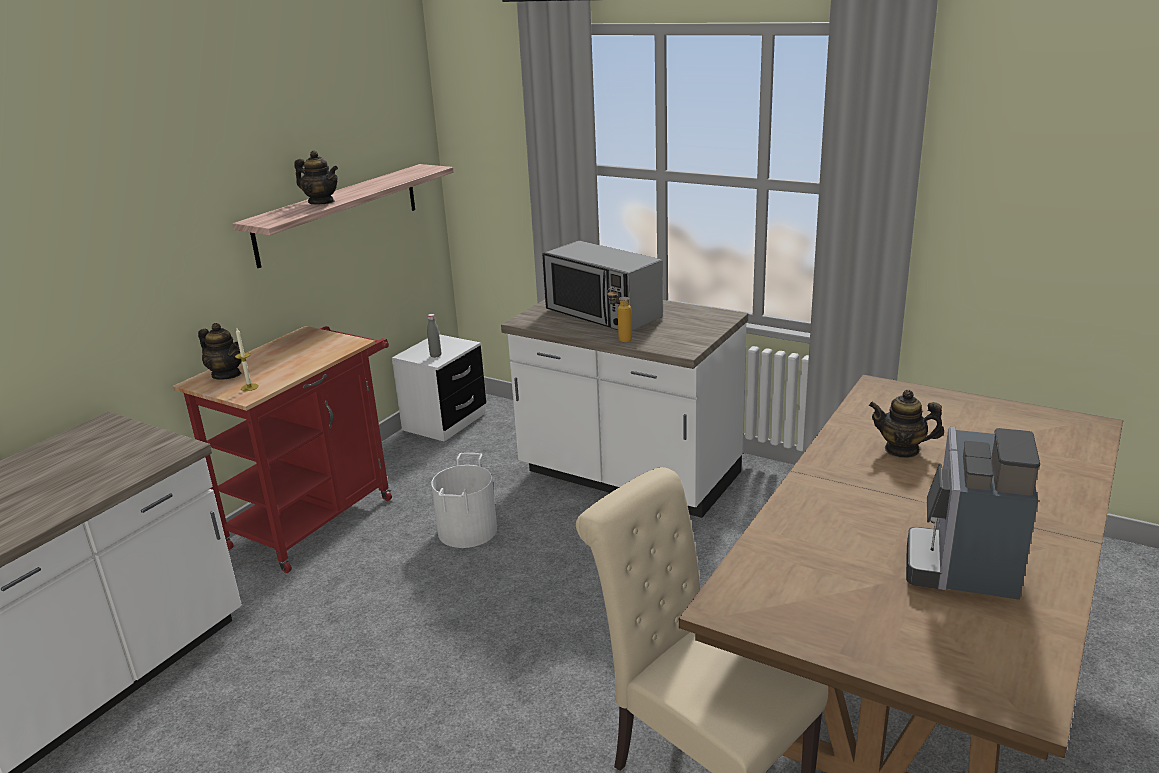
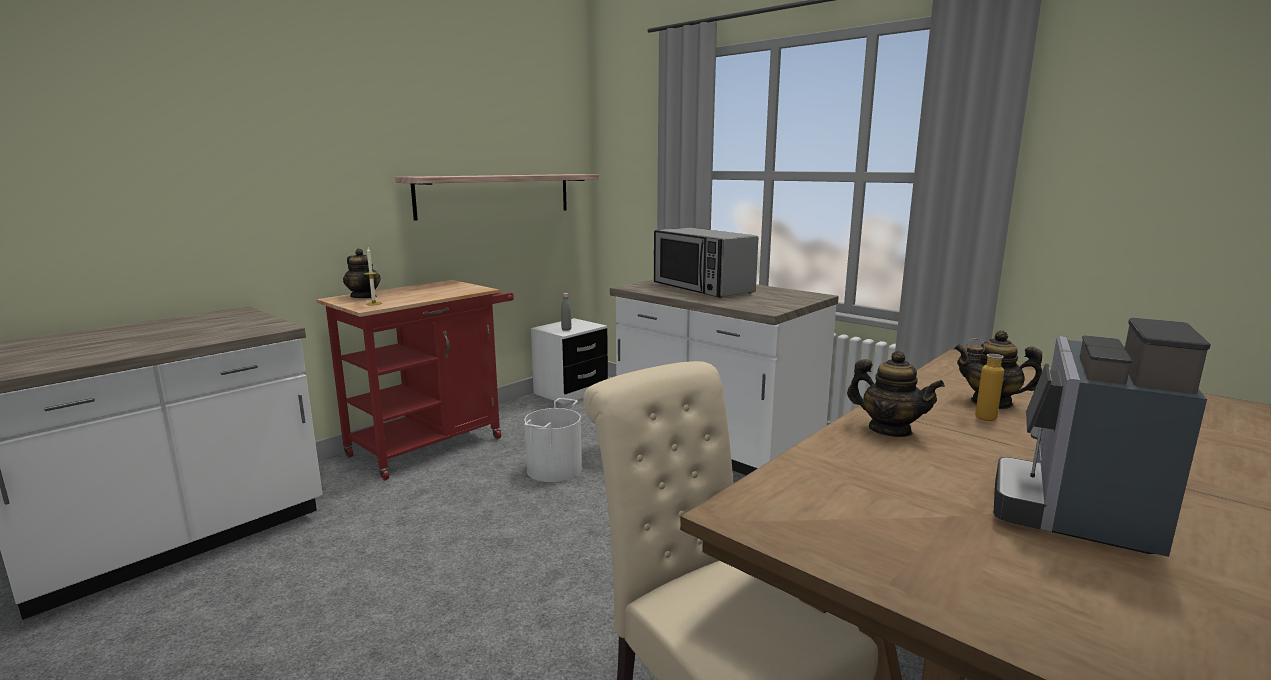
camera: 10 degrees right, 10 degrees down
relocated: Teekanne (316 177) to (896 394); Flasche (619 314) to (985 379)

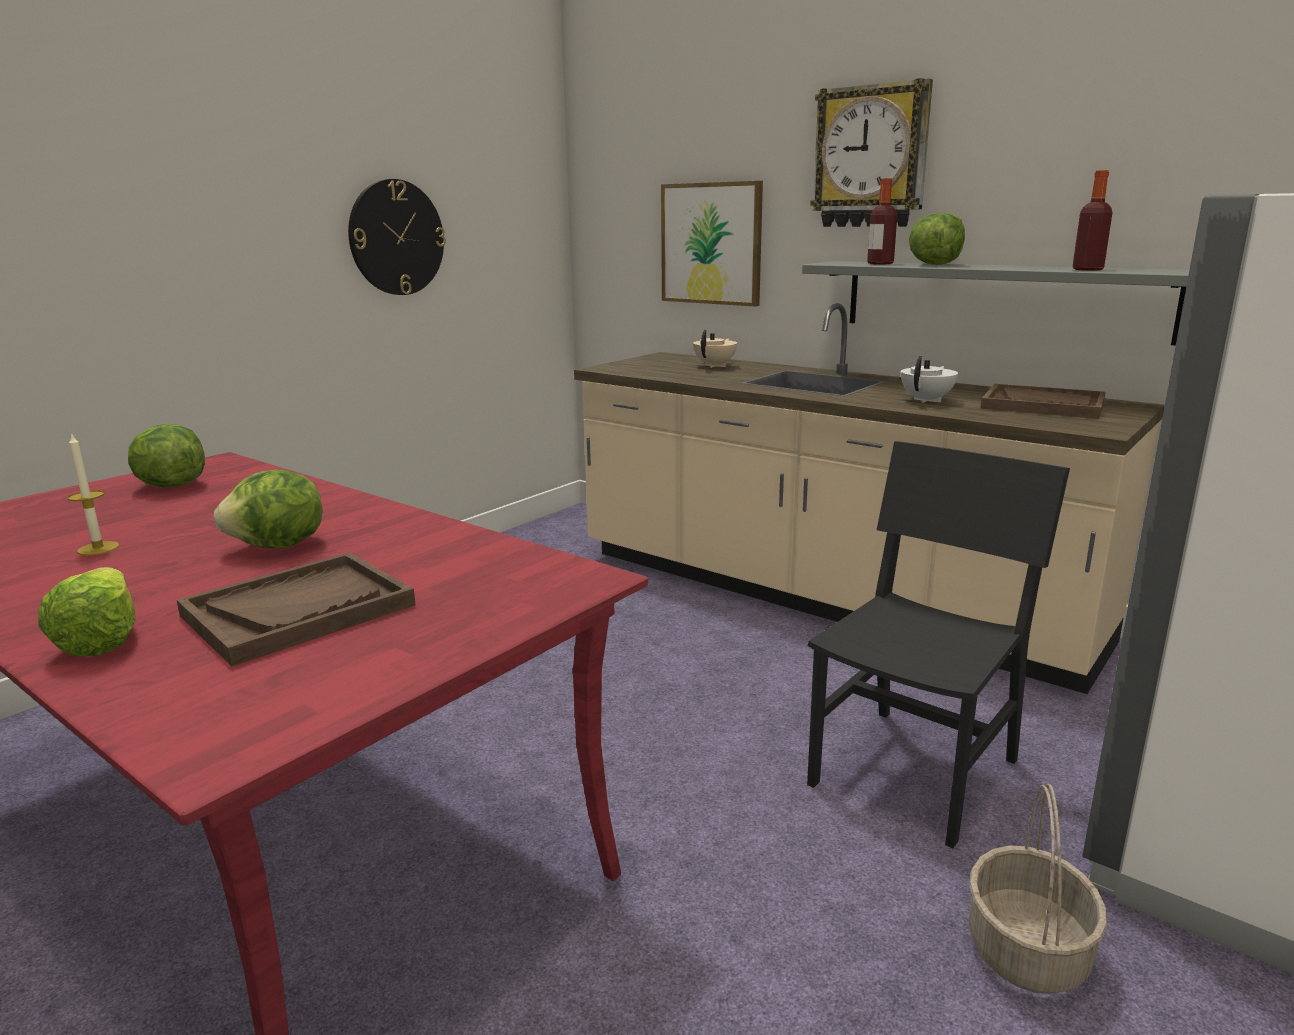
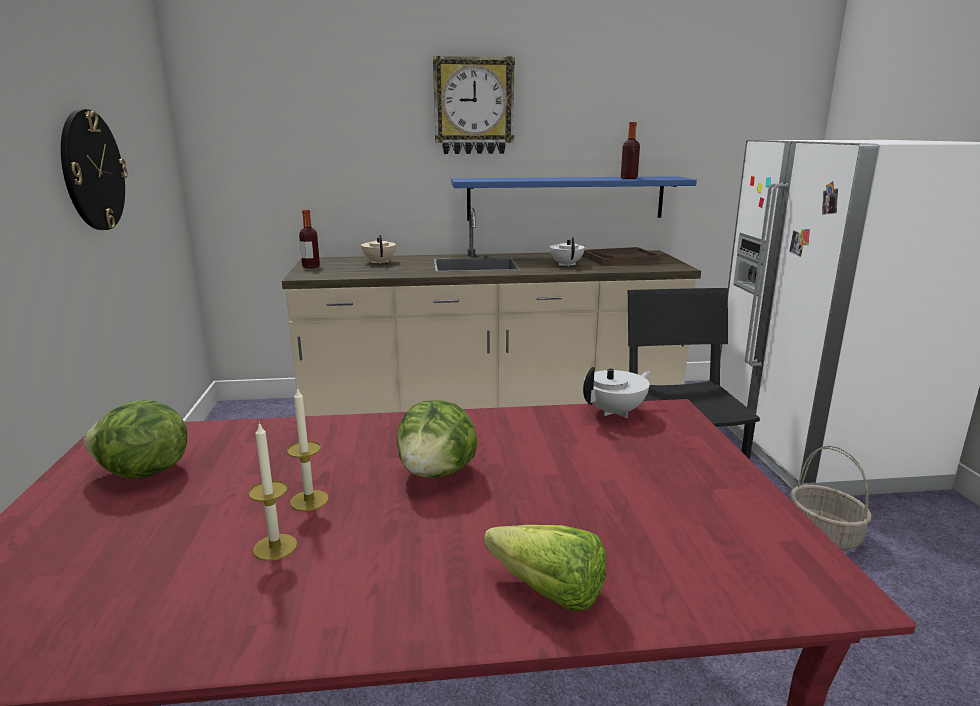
camera: 45 degrees left, 0 degrees up
missing: Tablett/braun (296 609); Bild (712 243); Salatkopf (937 238)
appeared: Kerze (308 449); Teekanne/weiß (617 392)
relocated: Flasche (882 221) to (309 238)
colour: Wandregal/grau (995 303) to Wandregal/blau (574 198)

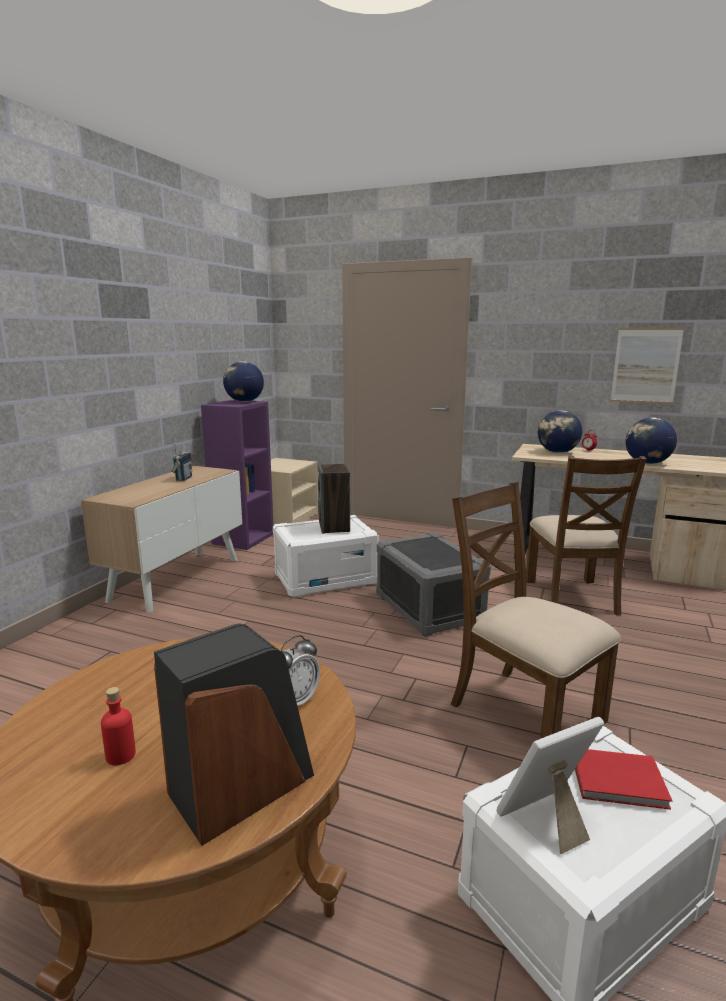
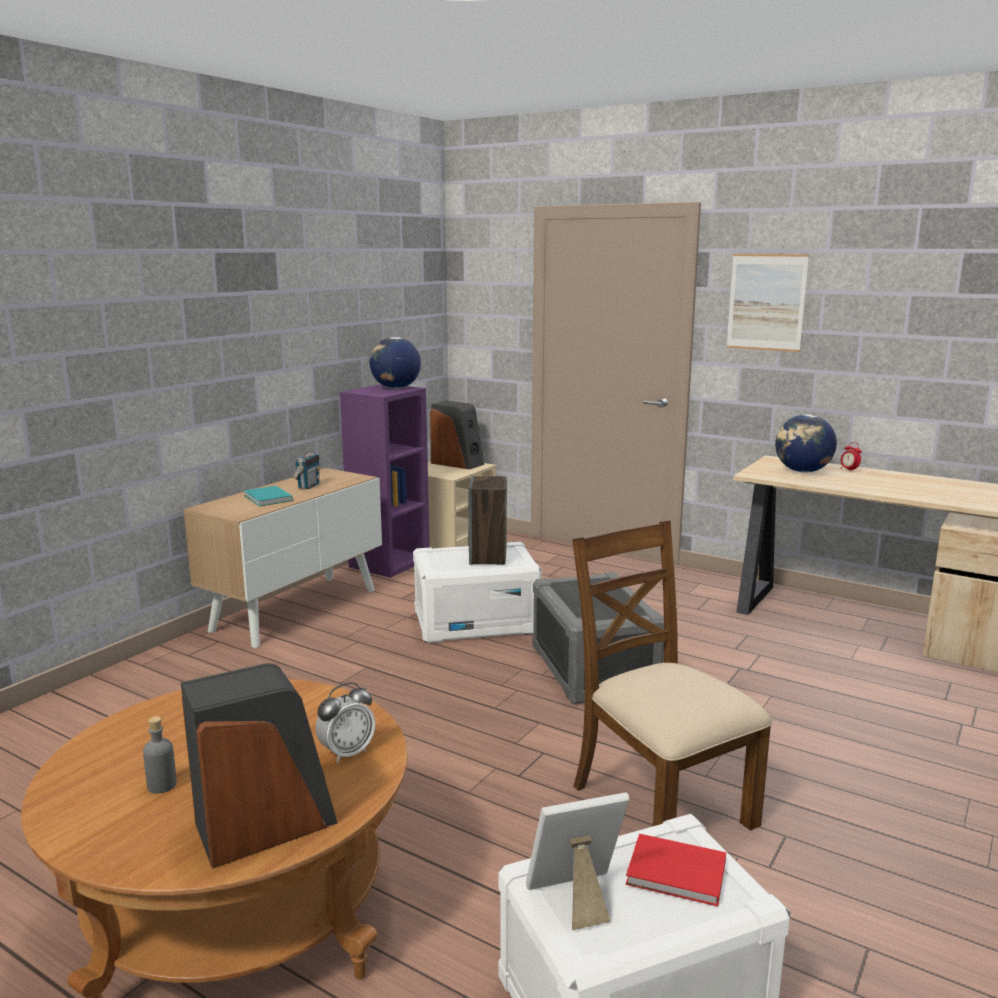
camera: 10 degrees right, 0 degrees up
missing: Stuhl/braun (586 536); Globus (651 440)
appeared: Buch/türkis (268 496); Lautsprecher (457 435)
relocated: Bild (647 366) to (767 303)
colour: Flasche/rot (118 726) to Flasche/grau (160 755)

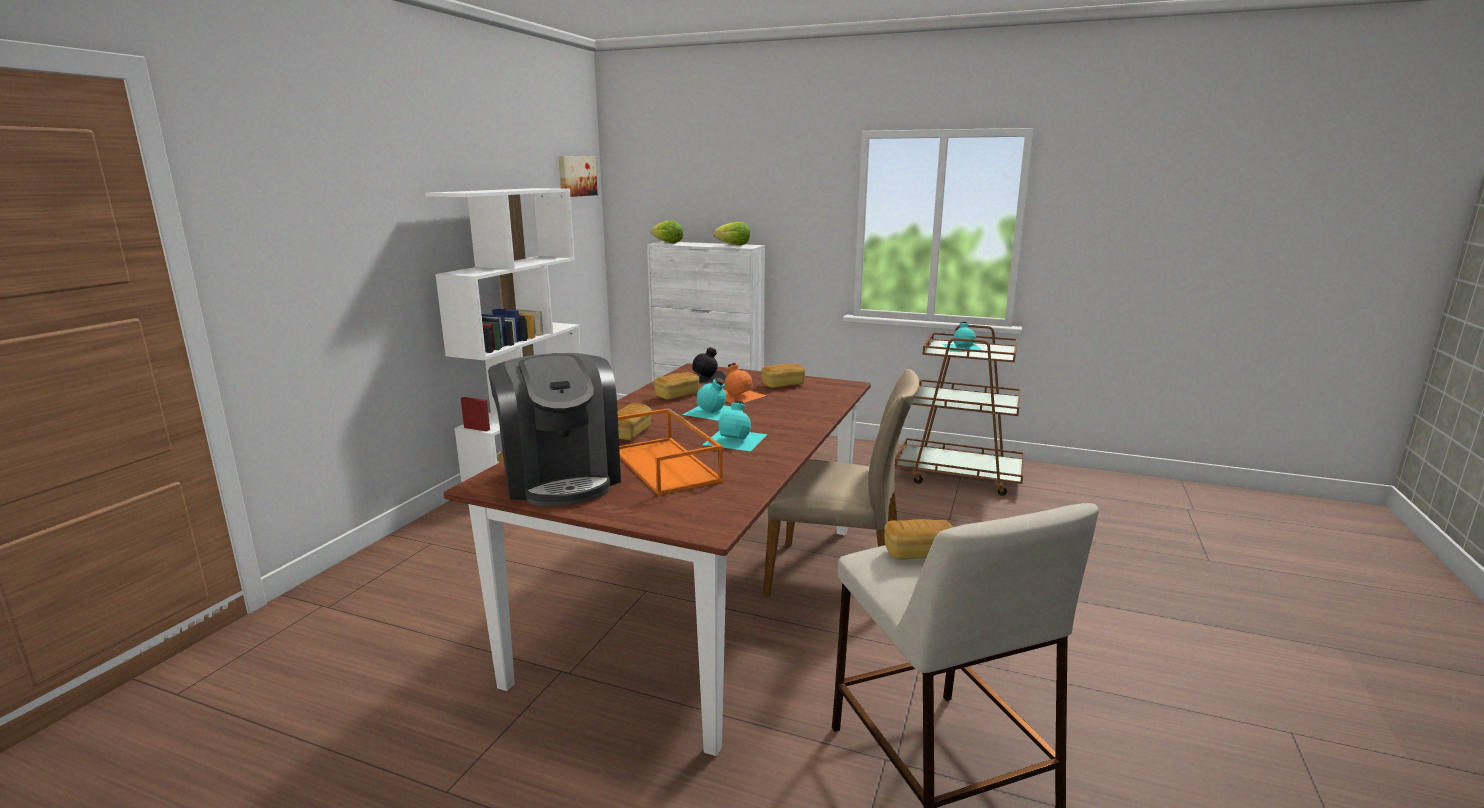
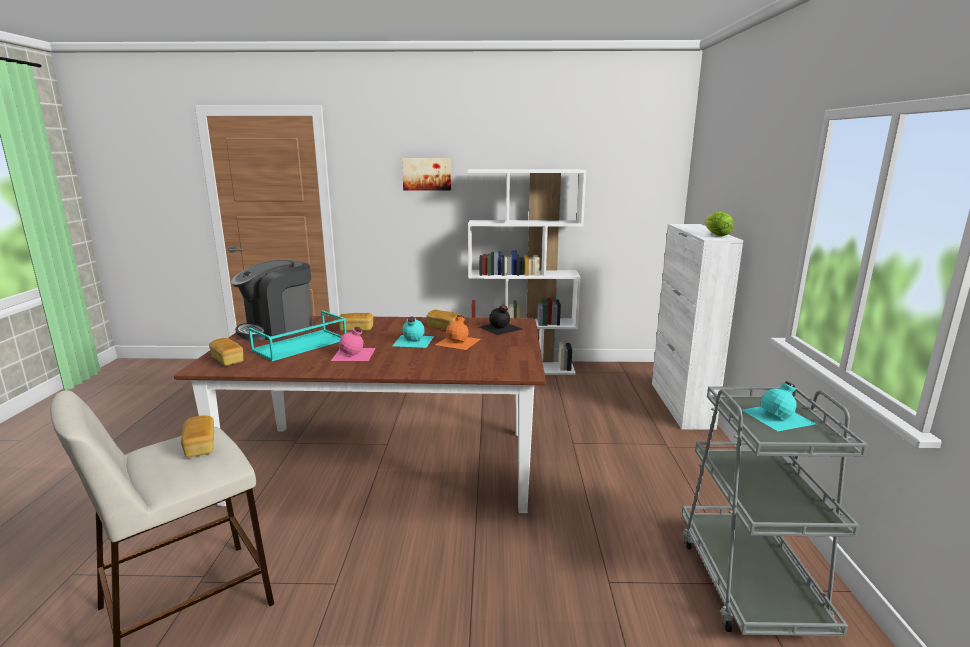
camera: 70 degrees right, 0 degrees up
missing: Salatkopf (667 232); Stuhl/beige (841 483)
relocated: Bild (578 176) to (426 174); Brot (783 376) to (226 352)
colour: Tablett/orange (670 452) to Tablett/türkis (297 335); Flasche/türkis (735 425) to Flasche/rosa (353 344); Rollwagen/braun (960 410) to Rollwagen/grau (775 511)

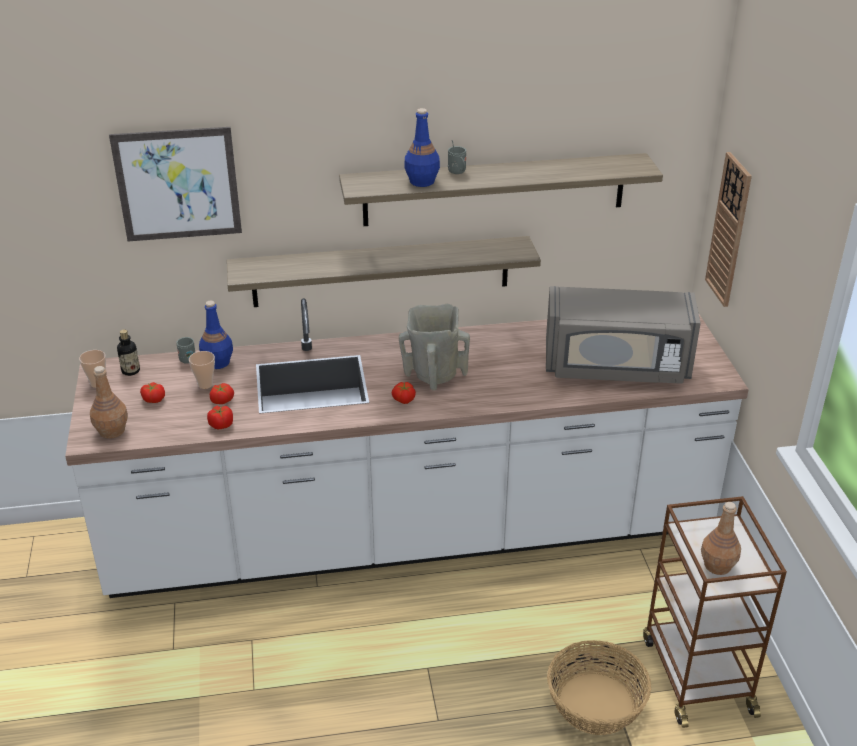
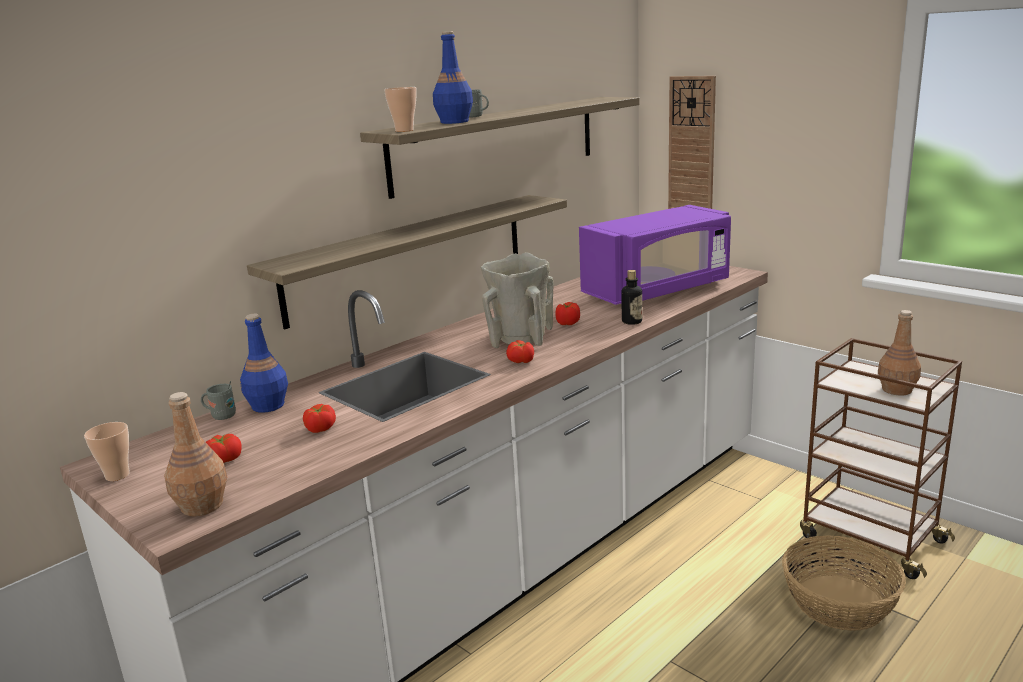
camera: 35 degrees left, 15 degrees down
missing: Bild (175 184)
relocated: Flasche (128 352) to (631 297); Tasse (202 370) to (400 109); Tomate (220 417) to (567 313)
colour: Mikrowelle/grau (623 335) to Mikrowelle/lila (655 255)

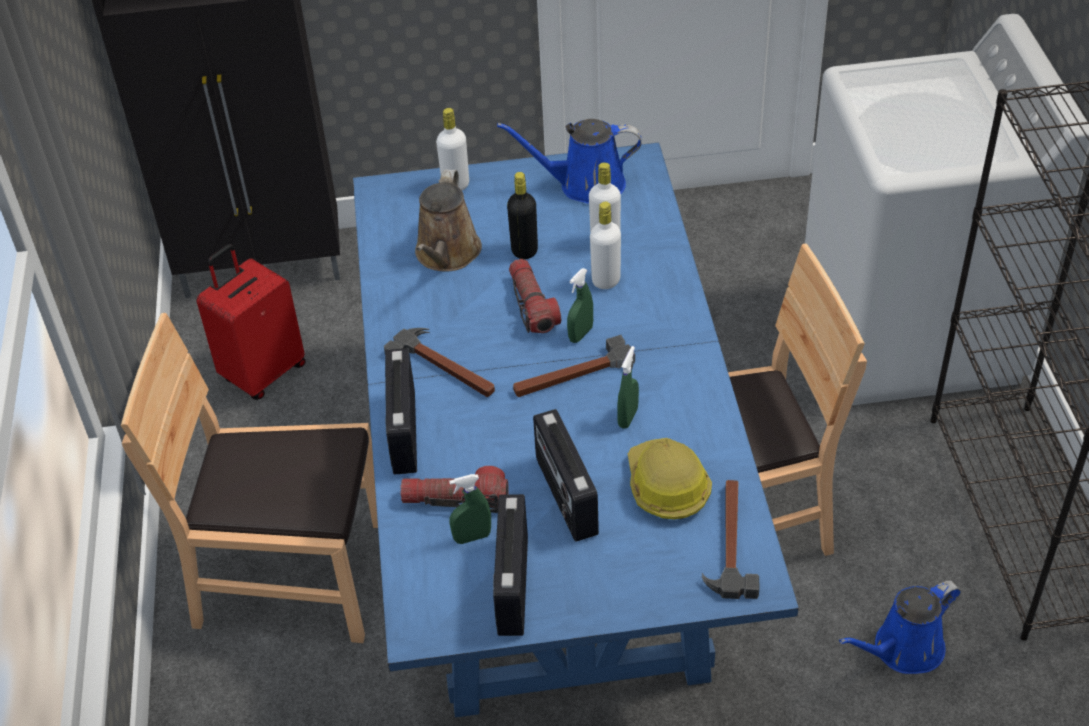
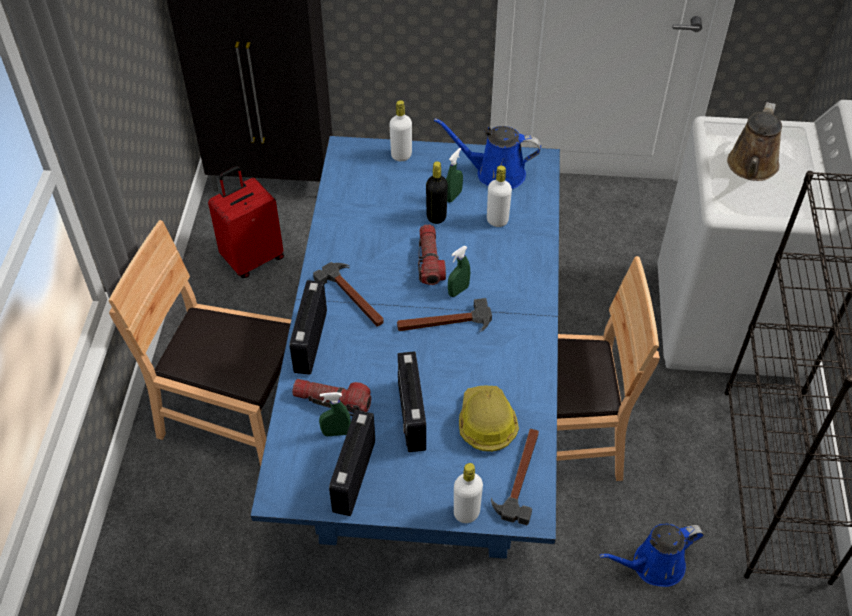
camera: 10 degrees right, 5 degrees up
relocated: Gießkanne/braun (448 220) to (754 141); Flasche/weiß (605 245) to (468 493); Sprühflasche/grün (628 387) to (454 175)

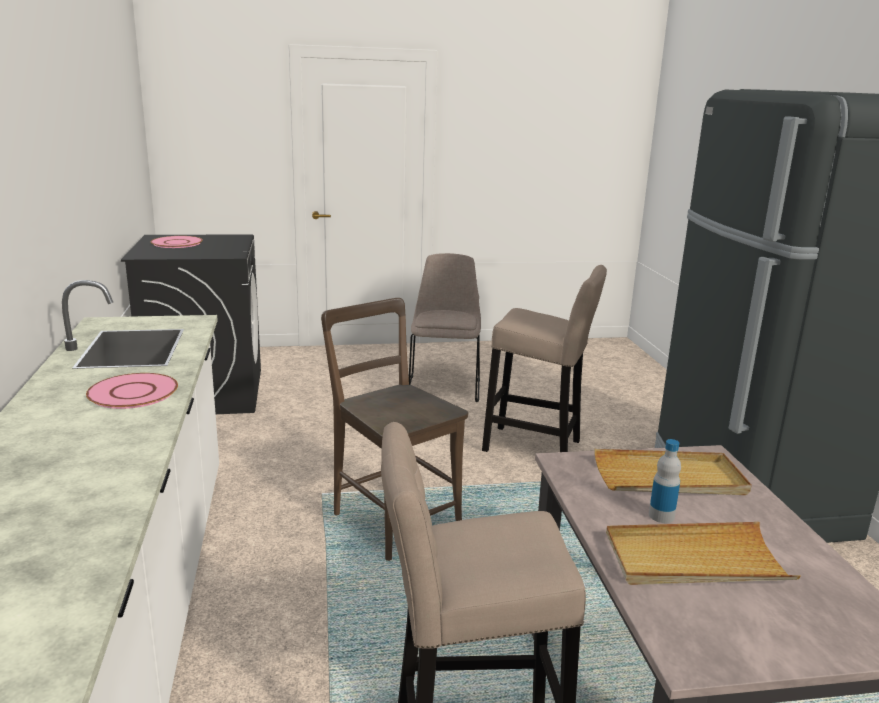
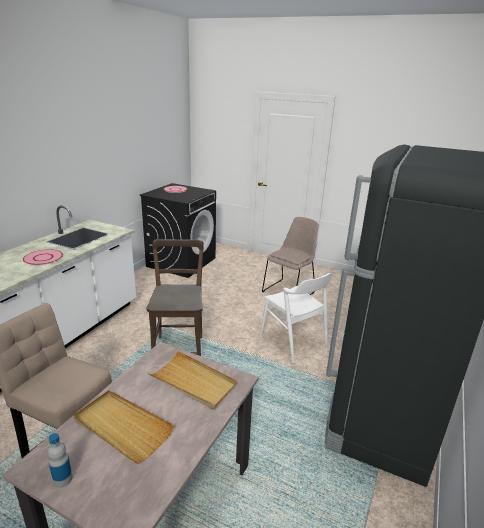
camera: 35 degrees right, 5 degrees up
relocated: Flasche (665 481) to (60 460)
exchanged: Hocker/beige (544 358) to Stuhl/weiß (296 318)

